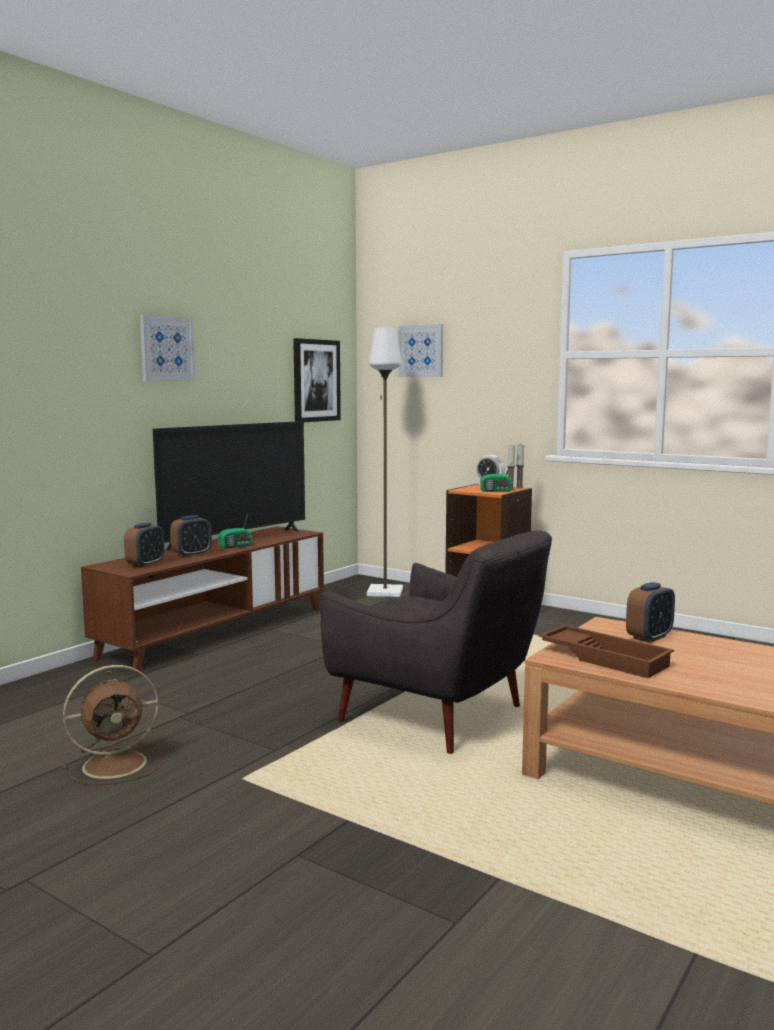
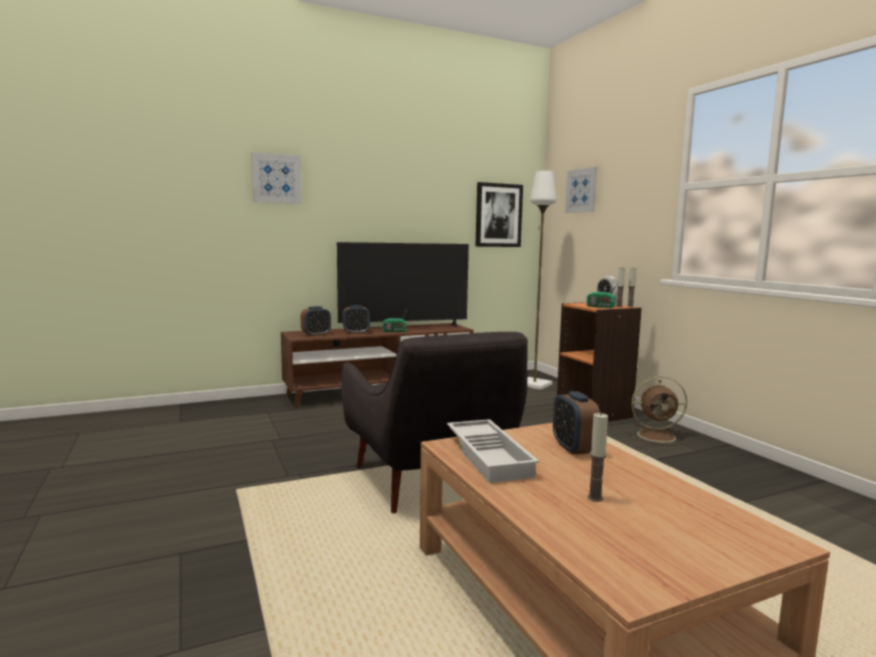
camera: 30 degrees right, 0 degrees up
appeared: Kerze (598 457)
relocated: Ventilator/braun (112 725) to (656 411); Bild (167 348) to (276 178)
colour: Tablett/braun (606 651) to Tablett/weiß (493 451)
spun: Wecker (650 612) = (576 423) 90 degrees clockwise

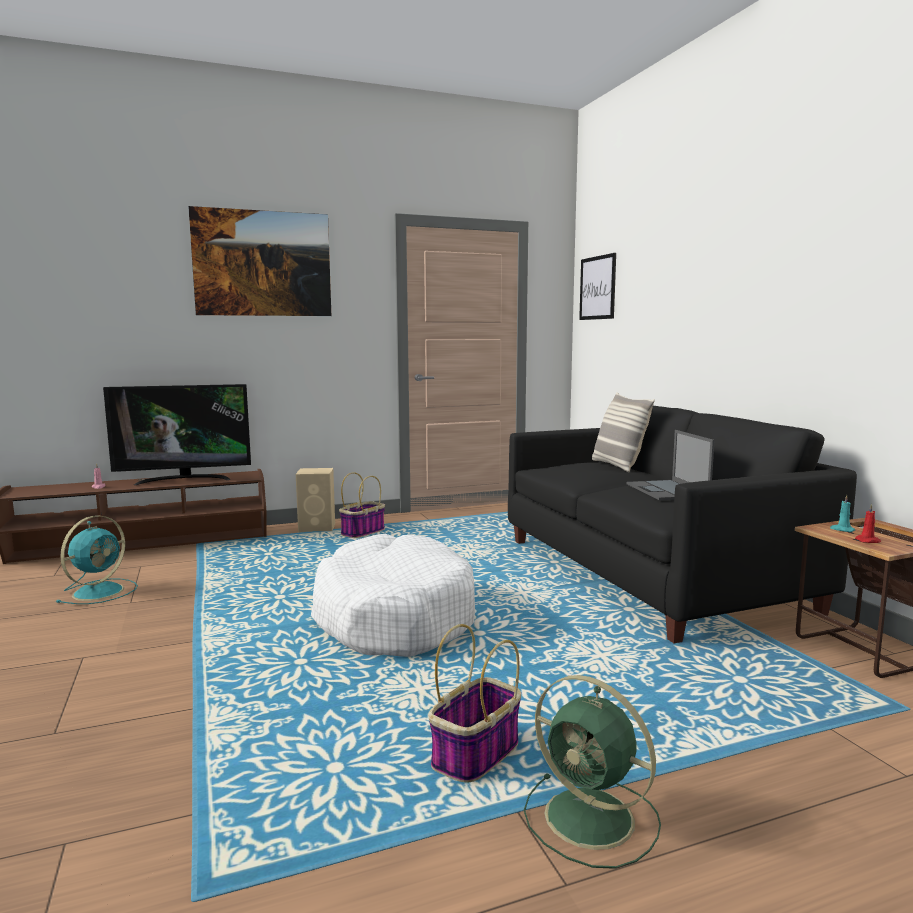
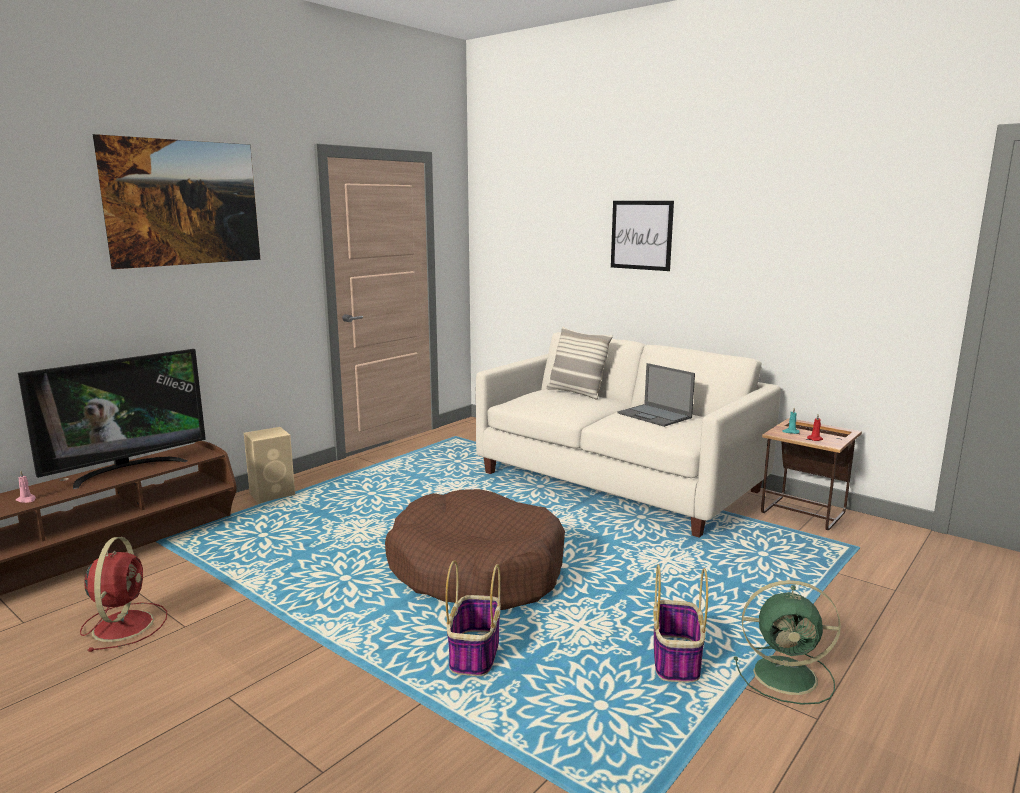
camera: 30 degrees left, 5 degrees up
relocated: Korb (362 505) to (473 618); Bild (597 286) to (642 236)
colour: Ventilator/türkis (97 559) to Ventilator/rot (123 594); Hundebett/weiß (393 595) to Hundebett/braun (475 549); Sofa/schwarz (682 524) to Sofa/weiß (628 435)

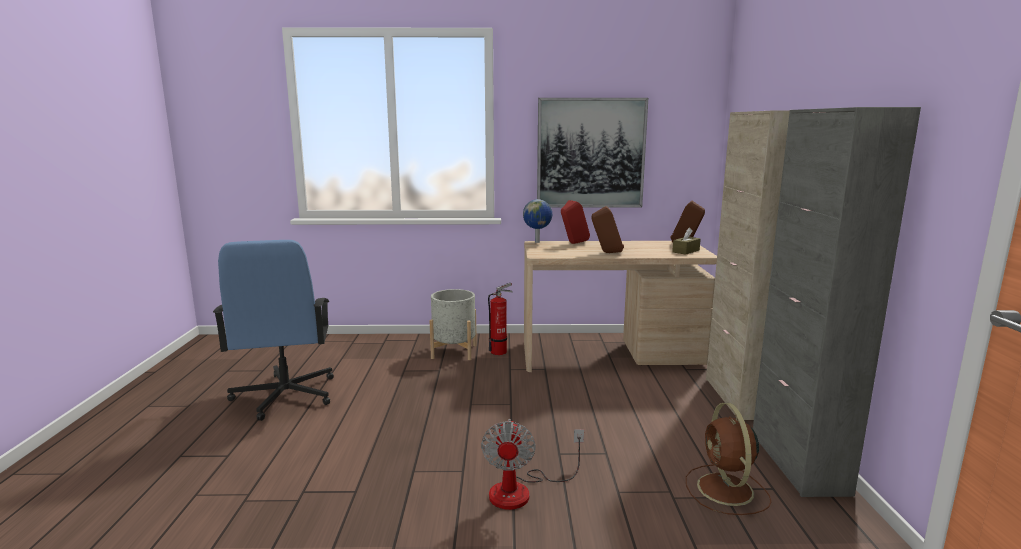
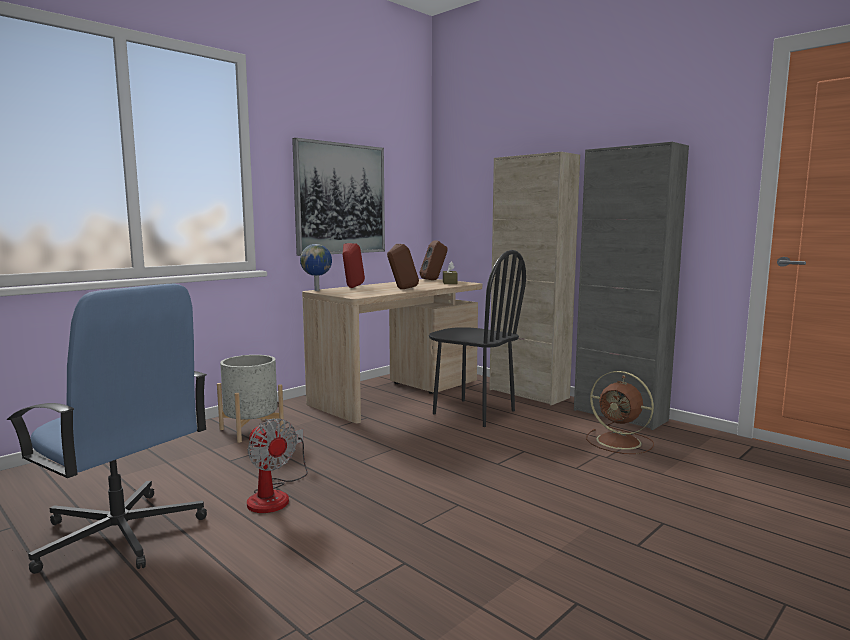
camera: 45 degrees left, 5 degrees down
missing: Feuerlöscher (500 318)
appeared: Stuhl/schwarz (477 338)
relocated: Ventilator (532 464) to (277 465)

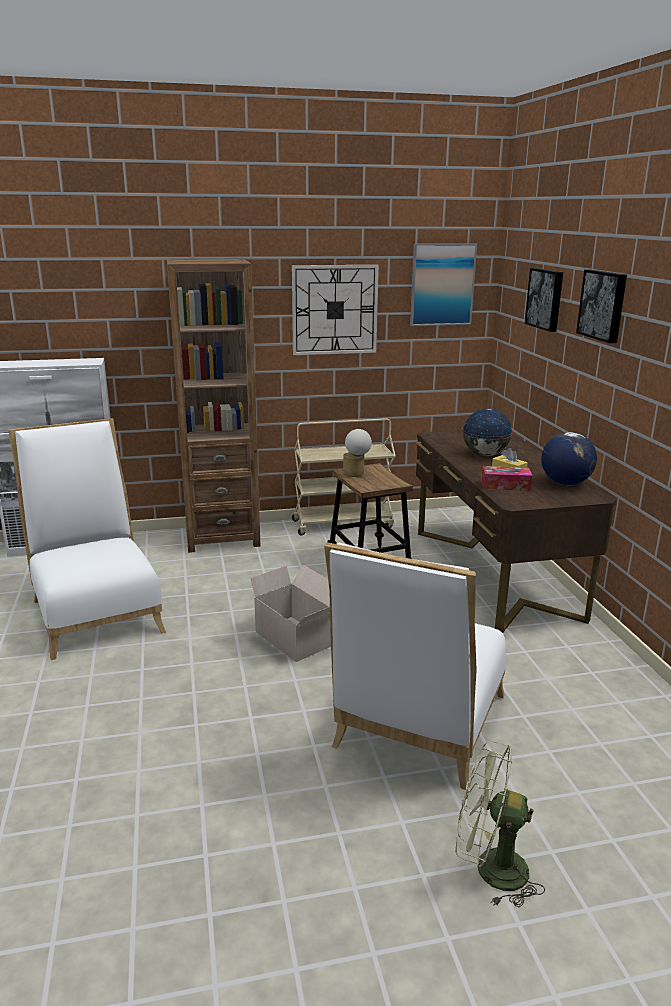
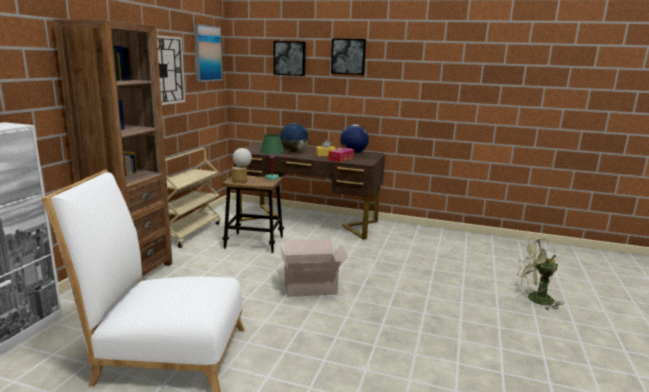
camera: 60 degrees left, 5 degrees down
missing: Stuhl/weiß (415 666)
appeared: Tischlampe/grün (272 157)
spun: Ventilator/grün (500 824) = (540 273) 45 degrees clockwise

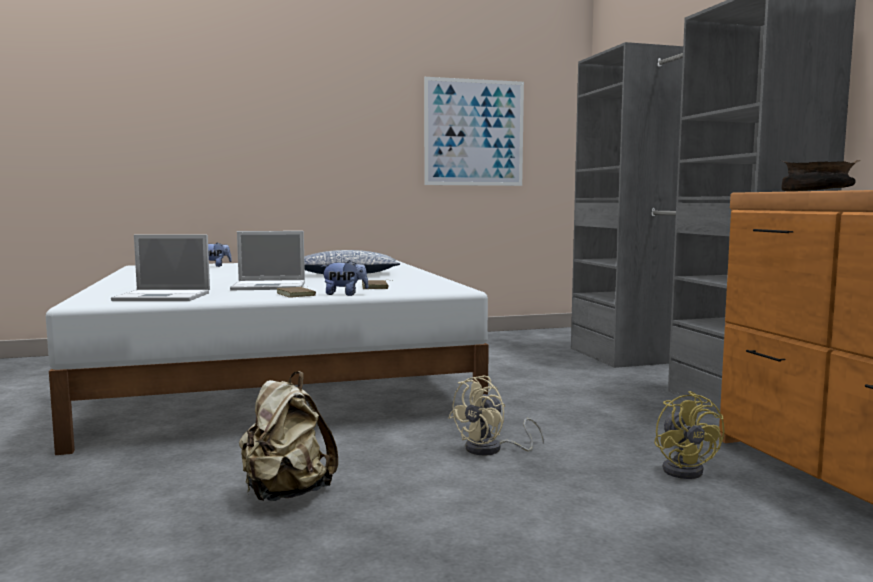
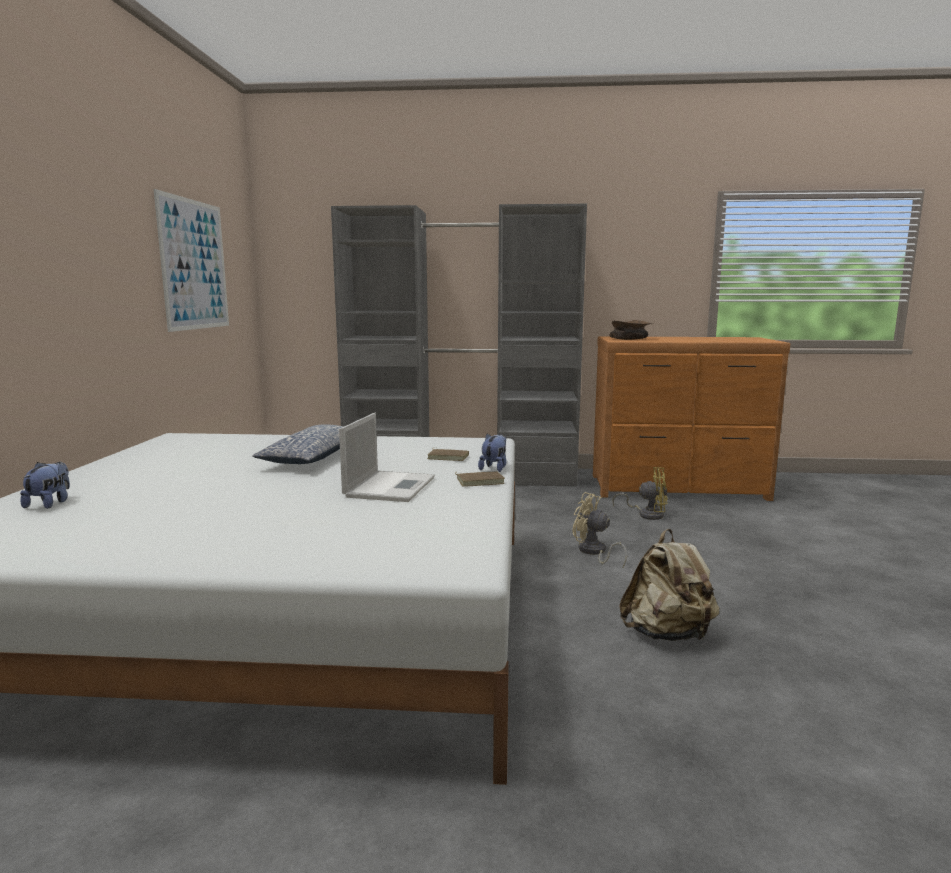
camera: 70 degrees left, 5 degrees up
missing: Laptop (160 267)
spun: Ventilator/beige (496 416) = (600 530) 150 degrees clockwise

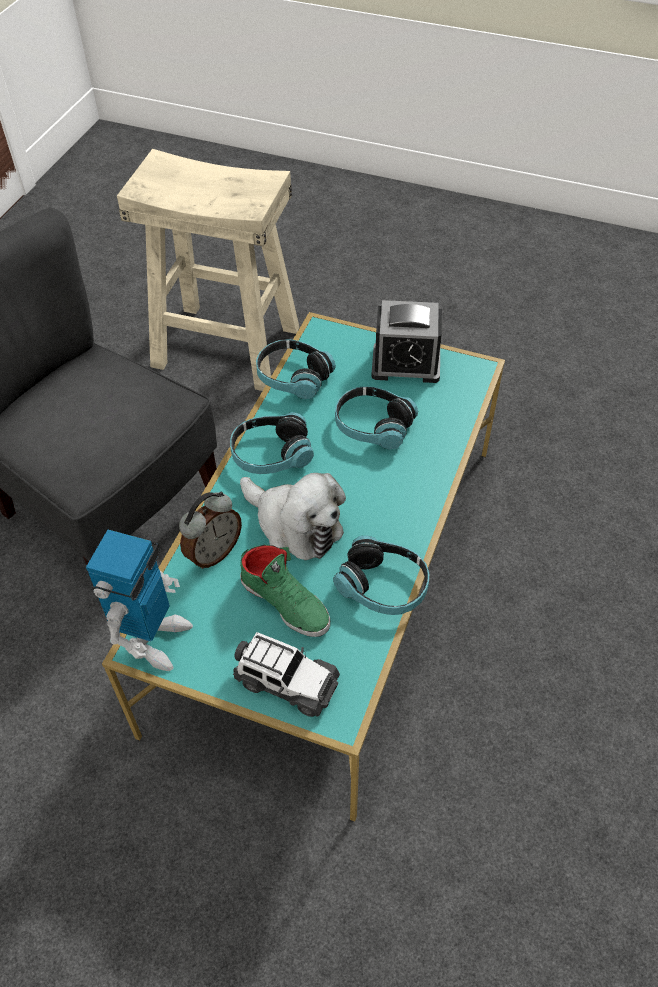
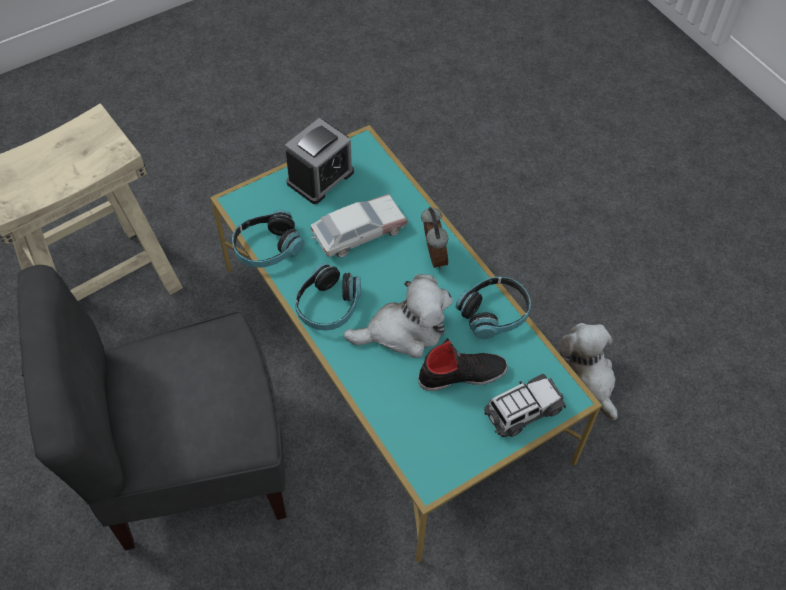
camera: 55 degrees left, 5 degrees up
missing: Spielzeugroboter (139 600)
appeared: Plüschtier (589 372)
relocated: Wecker (210 530) to (434 238)
exchanged: Kopfhörer (376 418) to Spielzeugauto (359 225)
colour: Schuh/grün (285 591) to Schuh/schwarz (463 364)

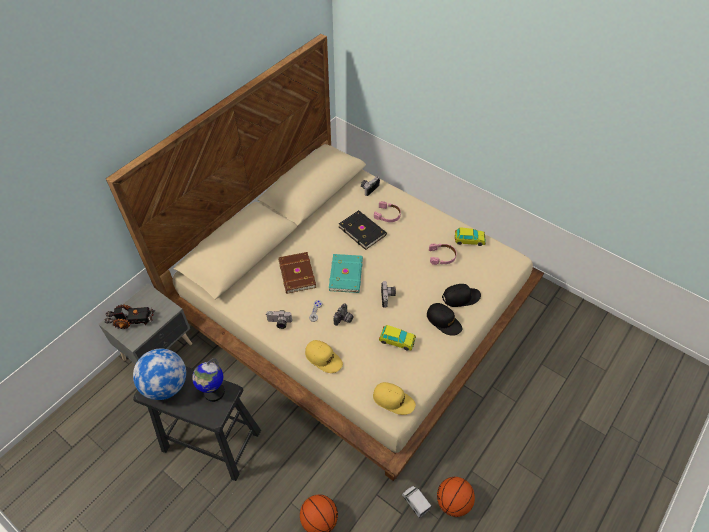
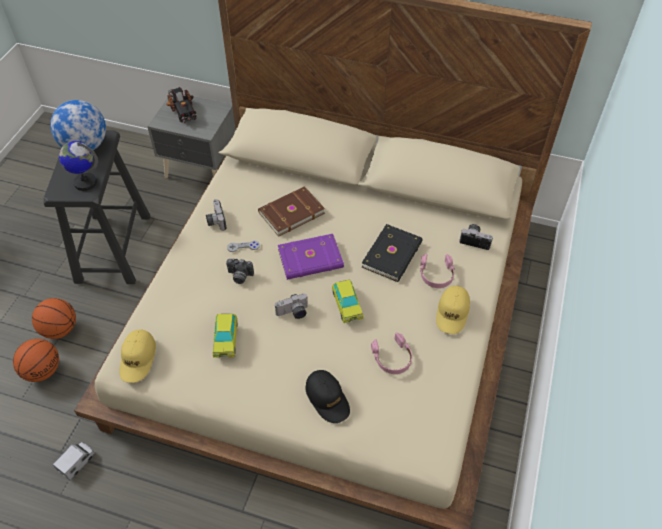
camera: 70 degrees right, 0 degrees up
missing: Kappe/schwarz (445 319)
relocated: Kappe/gelb (324 356) to (453 310); Basketball (456 497) to (54 318); Spielzeugauto (470 237) to (347 301)
colour: Buch/türkis (346 273) to Buch/lila (311 257)

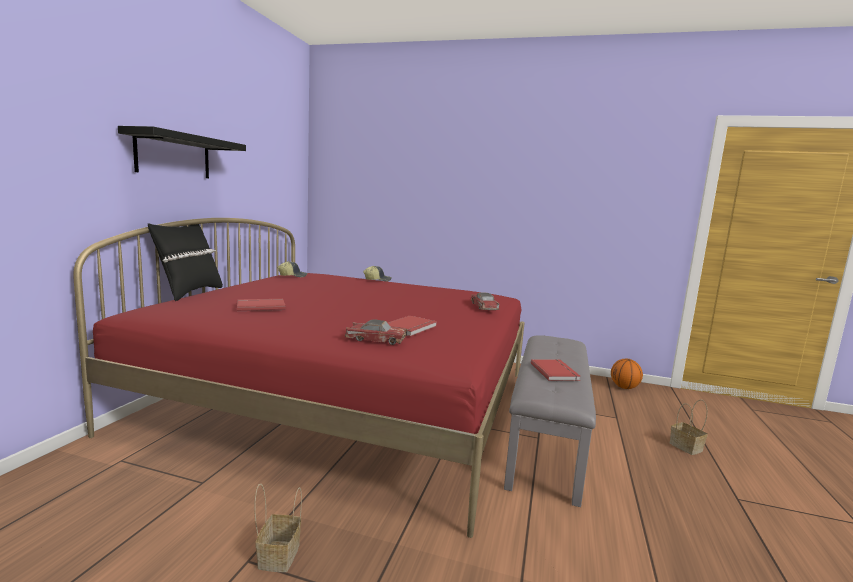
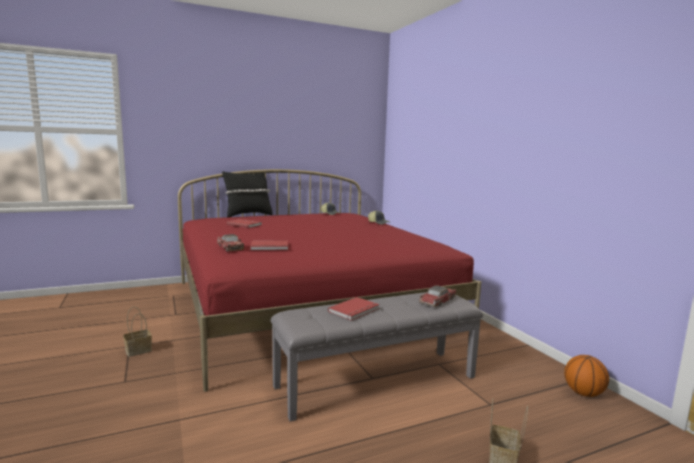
camera: 50 degrees right, 0 degrees up
missing: Wandregal/schwarz (182 152)
relocated: Spielzeugauto (485 301) to (437 296)

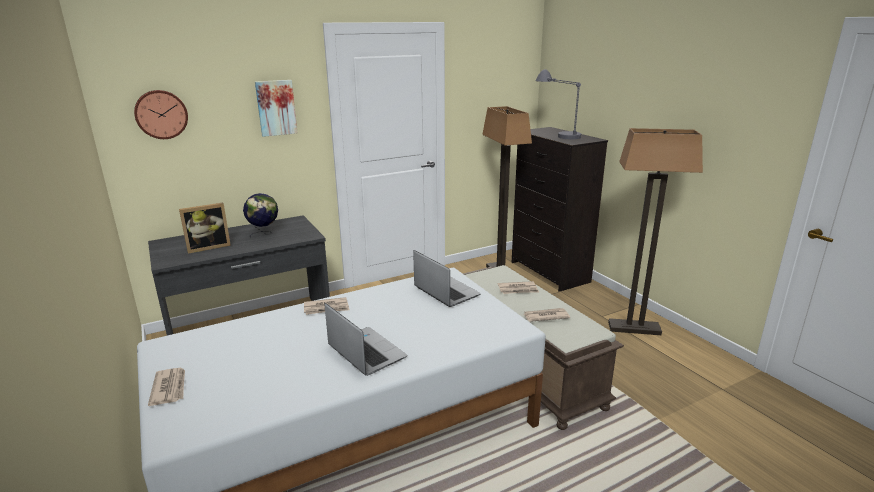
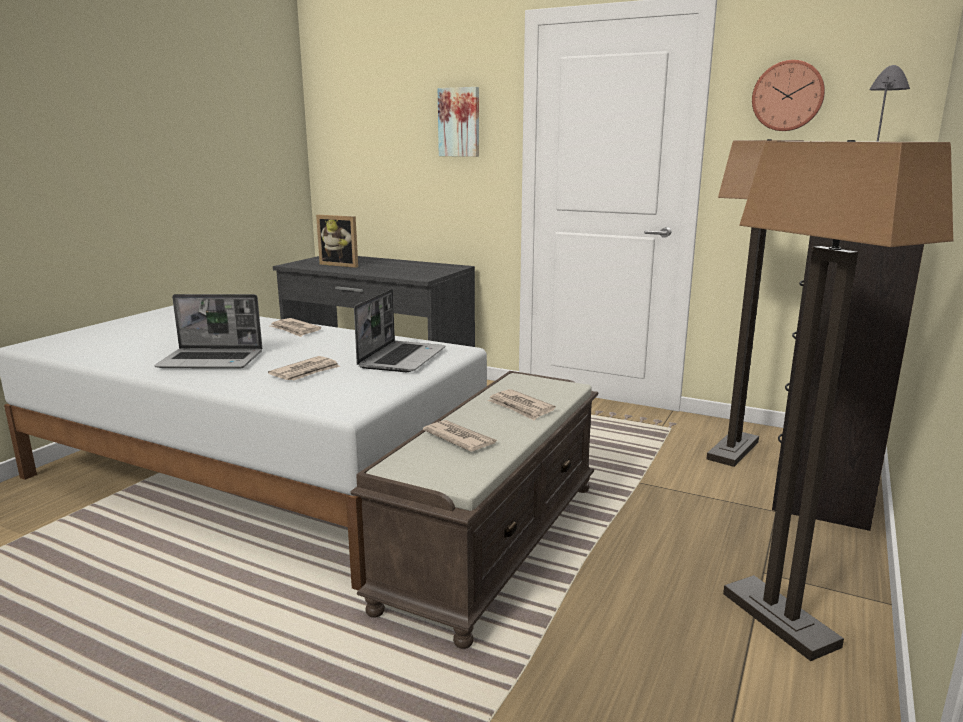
camera: 55 degrees right, 5 degrees down
missing: Globus (260 215)
relocated: Wanduhr (161 114) to (788 95); Zeitung (166 387) to (304 368)
spun: Laptop (365 339) = (208 331) 75 degrees clockwise

